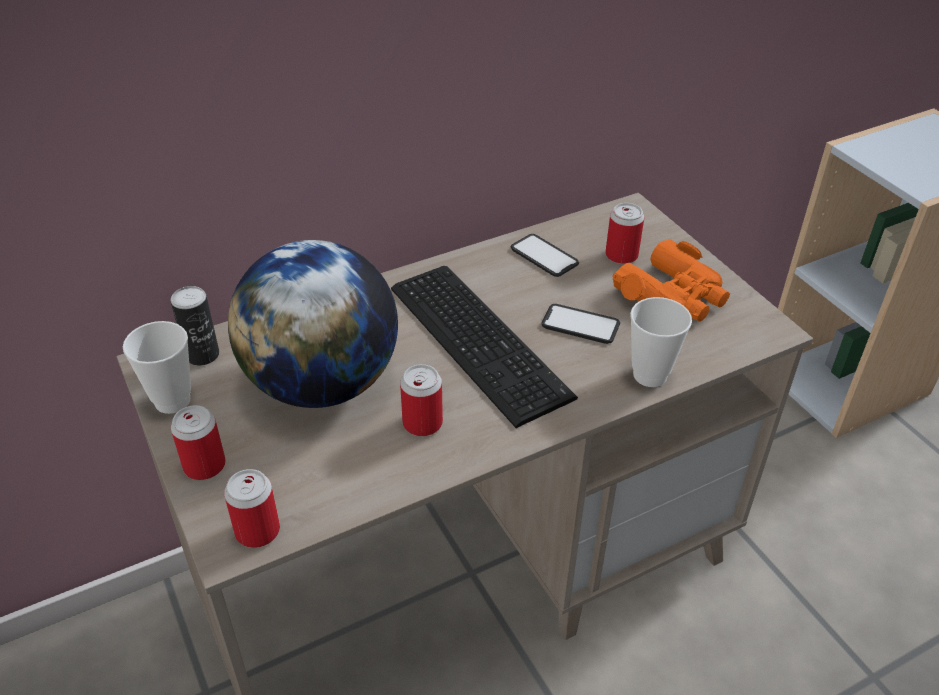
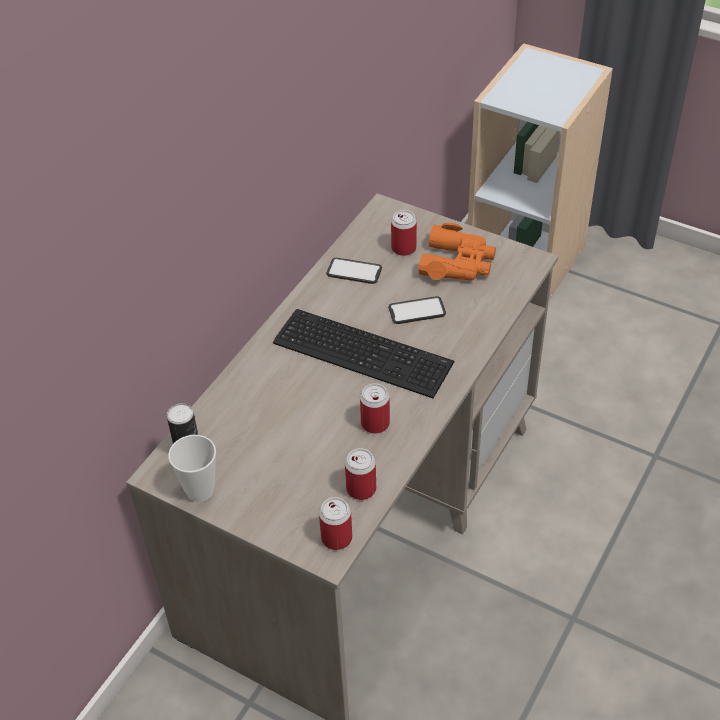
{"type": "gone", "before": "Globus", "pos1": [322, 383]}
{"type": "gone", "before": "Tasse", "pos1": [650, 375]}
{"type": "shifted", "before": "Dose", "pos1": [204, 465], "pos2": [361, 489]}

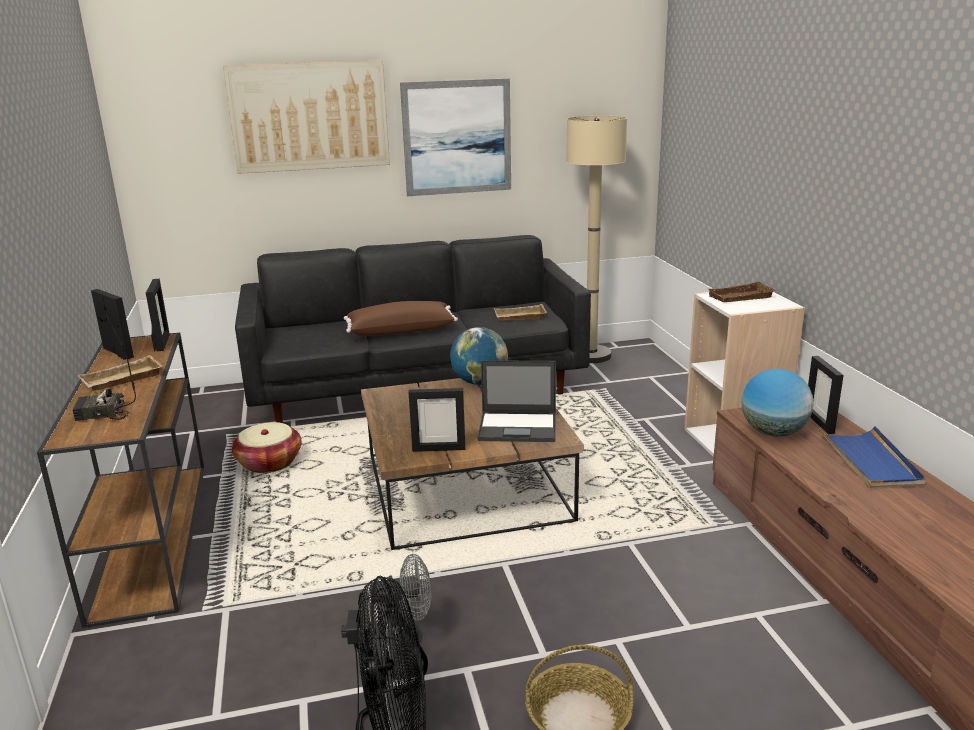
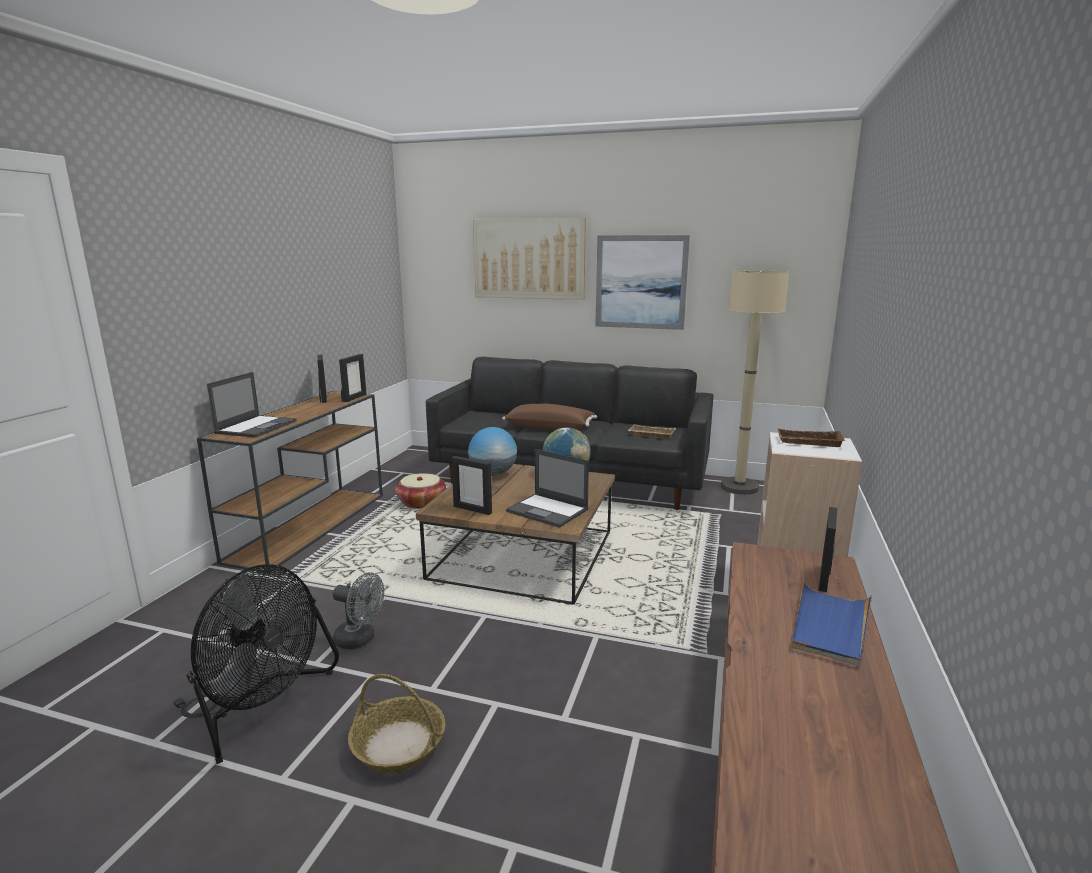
{"type": "swapped", "before": "Radio", "after": "Laptop", "pos1": [102, 414], "pos2": [257, 427]}
{"type": "gone", "before": "Tablett (beige)", "pos1": [122, 380]}
{"type": "shifted", "before": "Globus", "pos1": [773, 433], "pos2": [493, 474]}

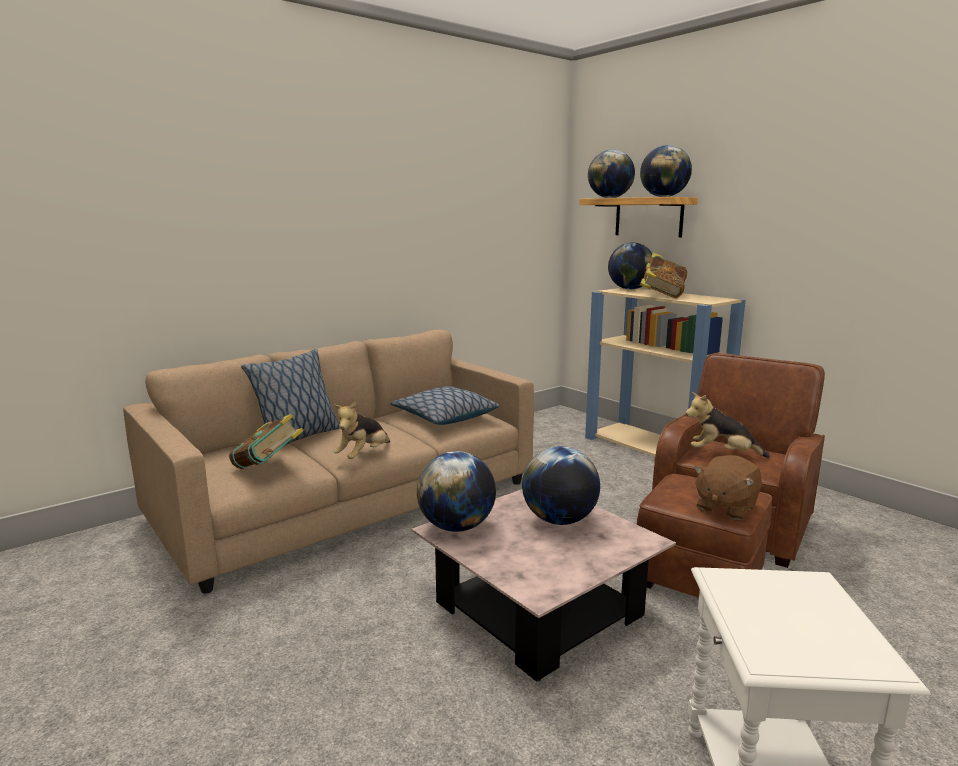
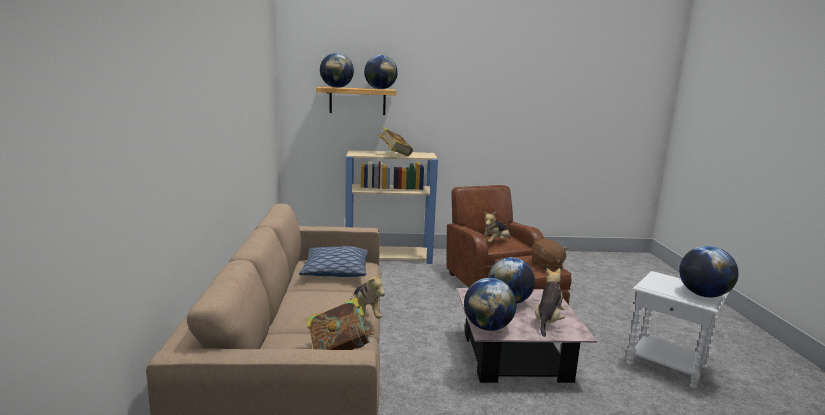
{"type": "shifted", "before": "Globus", "pos1": [630, 289], "pos2": [703, 295]}
{"type": "gone", "before": "Kissen", "pos1": [297, 438]}
{"type": "new", "after": "Plüschtier", "pos2": [548, 321]}

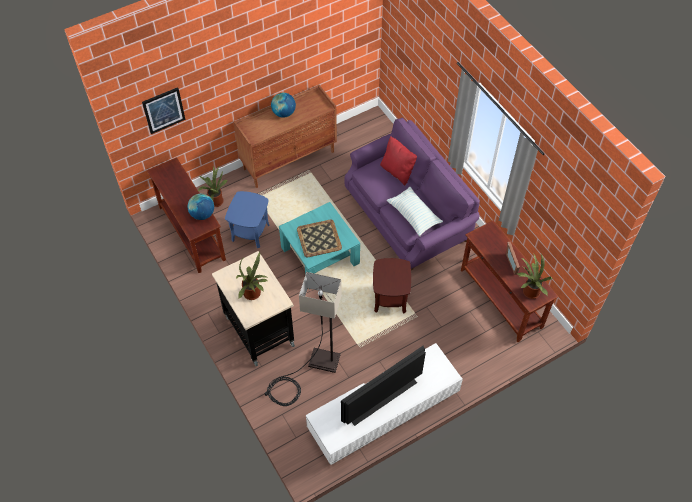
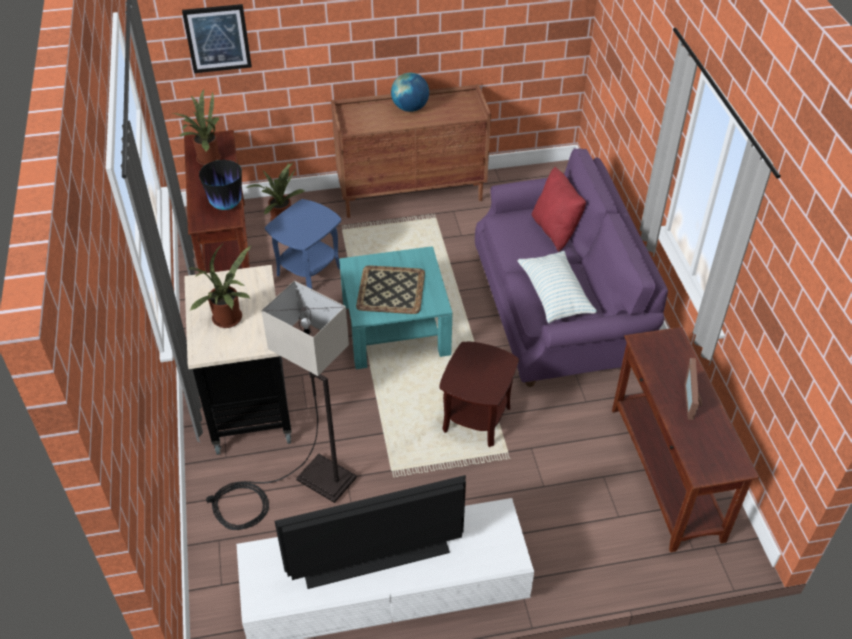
{"type": "swapped", "before": "Globus", "after": "Vase", "pos1": [202, 214], "pos2": [226, 205]}
{"type": "shifted", "before": "Topfpflanze", "pos1": [529, 292], "pos2": [206, 158]}

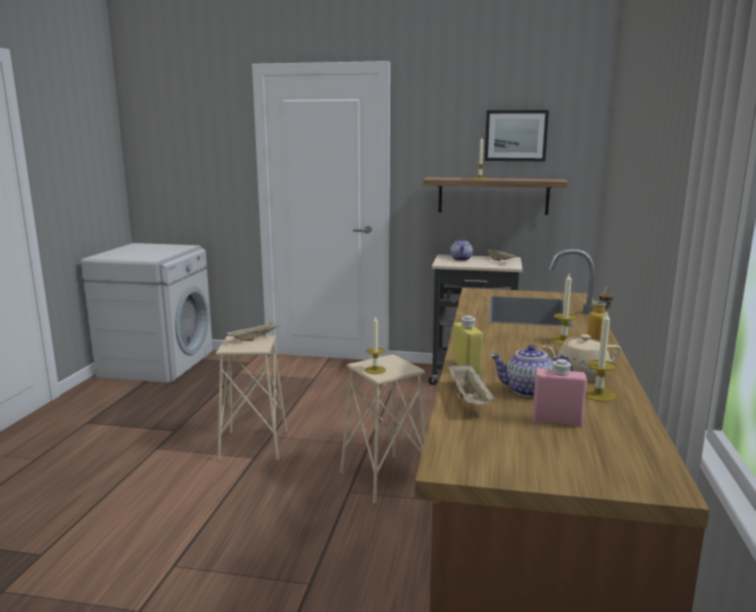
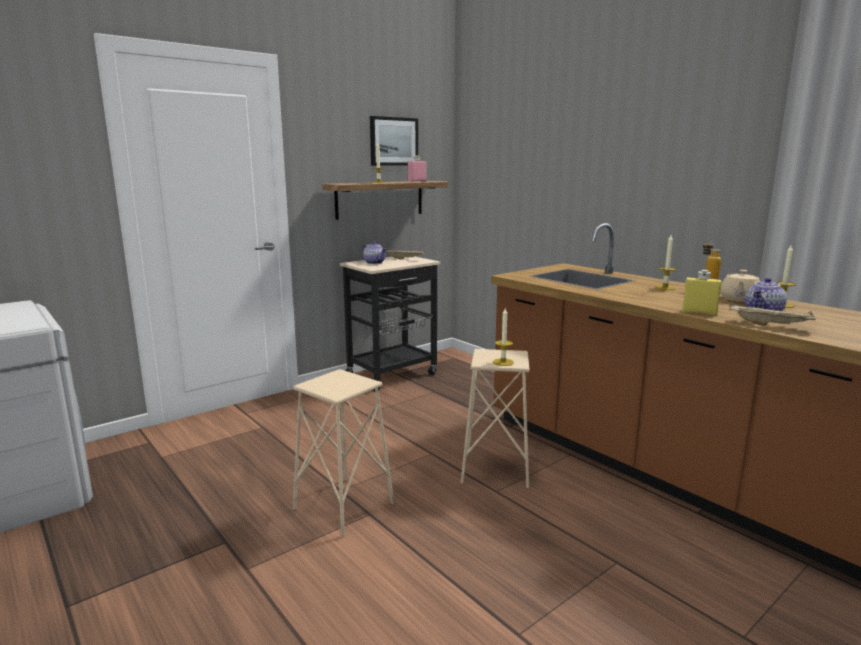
{"type": "gone", "before": "Tablett (beige)", "pos1": [254, 338]}
{"type": "shifted", "before": "Flasche (rosa)", "pos1": [557, 421], "pos2": [417, 181]}

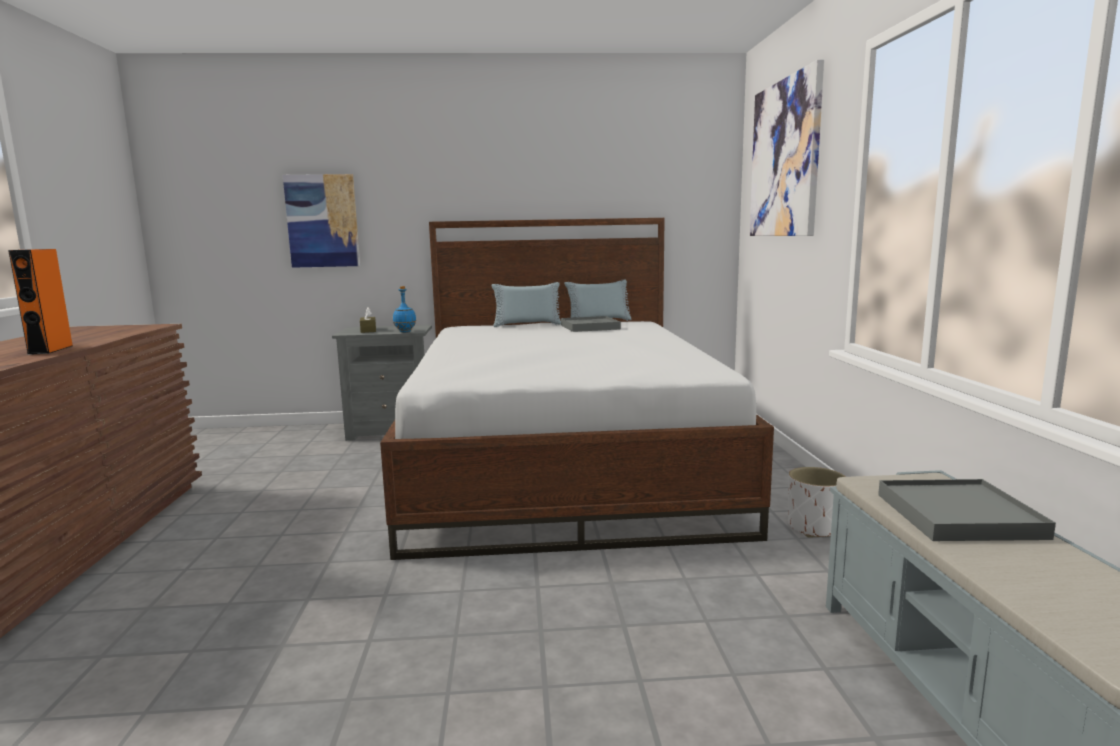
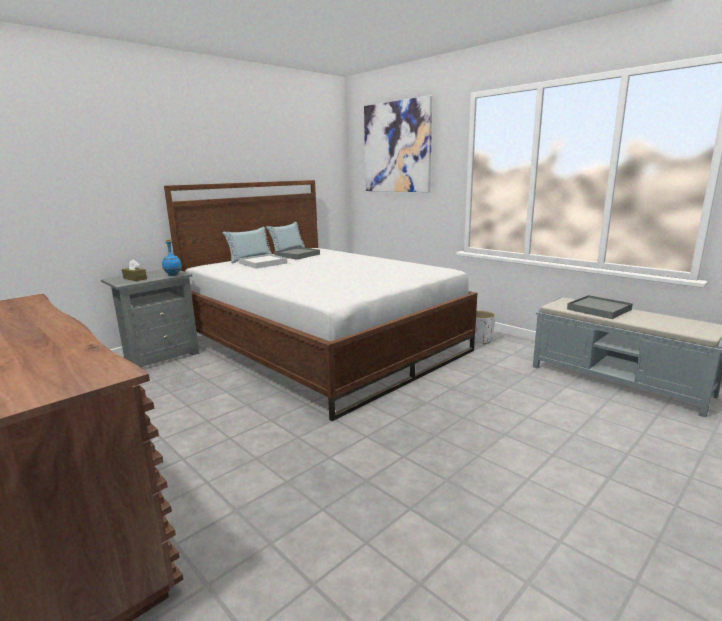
{"type": "gone", "before": "Bild", "pos1": [322, 221]}
{"type": "gone", "before": "Lautsprecher (orange)", "pos1": [50, 350]}
{"type": "new", "after": "Tablett (weiß)", "pos2": [263, 263]}

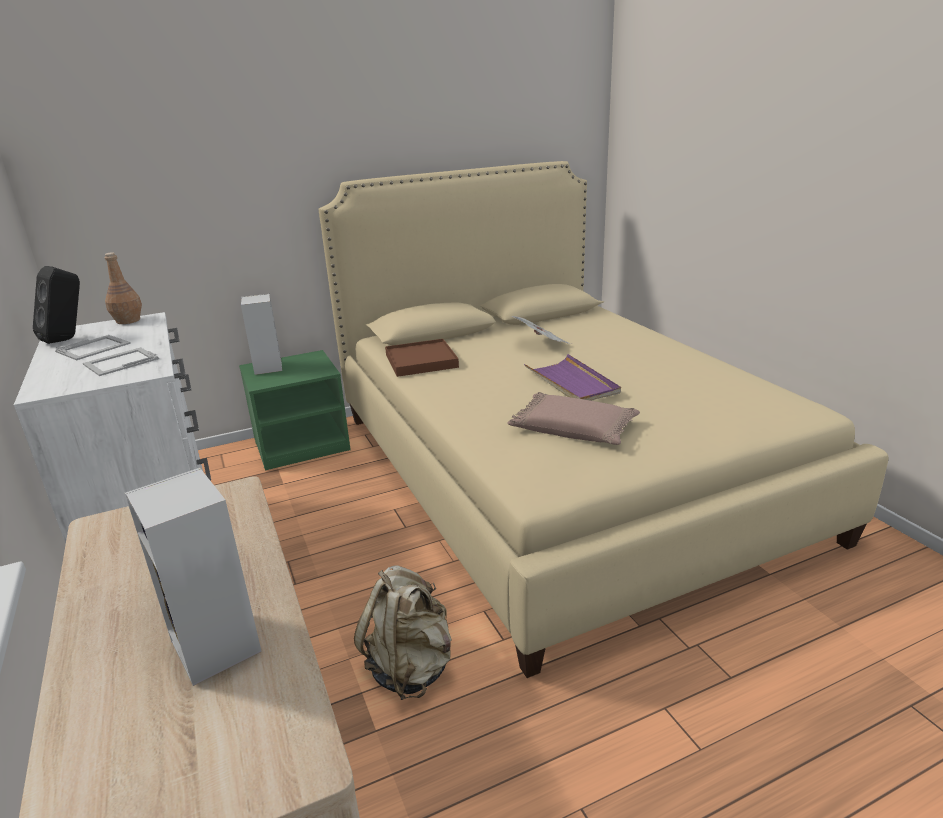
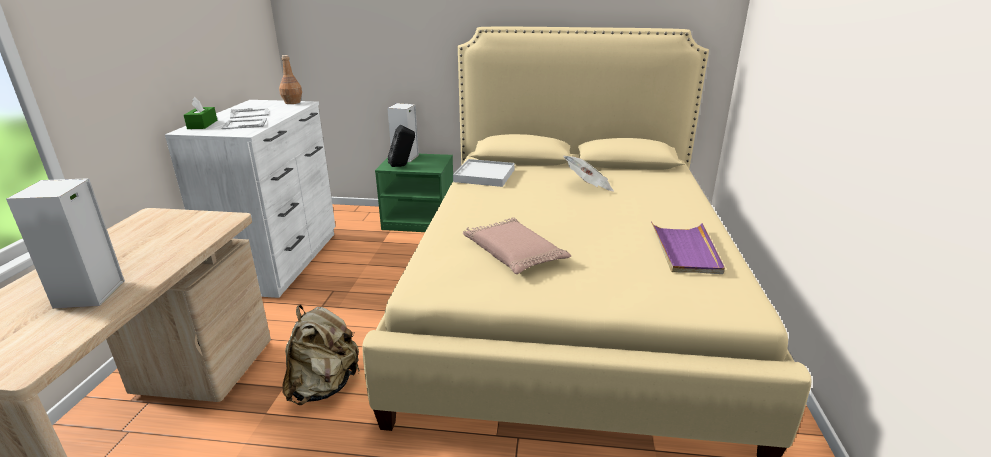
{"type": "shifted", "before": "Lautsprecher (schwarz)", "pos1": [68, 339], "pos2": [402, 166]}
{"type": "repainted", "before": "Tablett (braun)", "after": "Tablett (weiß)", "pos1": [421, 361], "pos2": [484, 175]}
{"type": "shifted", "before": "Tablett (lila)", "pos1": [572, 382], "pos2": [685, 250]}
{"type": "new", "after": "Taschentuchbox (grün)", "pos2": [202, 124]}

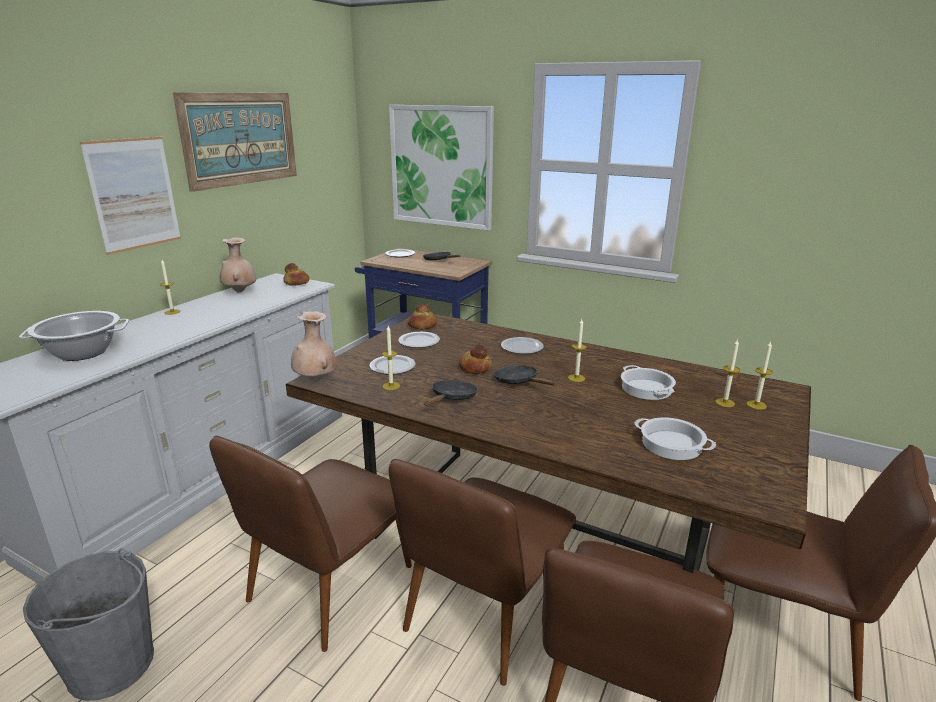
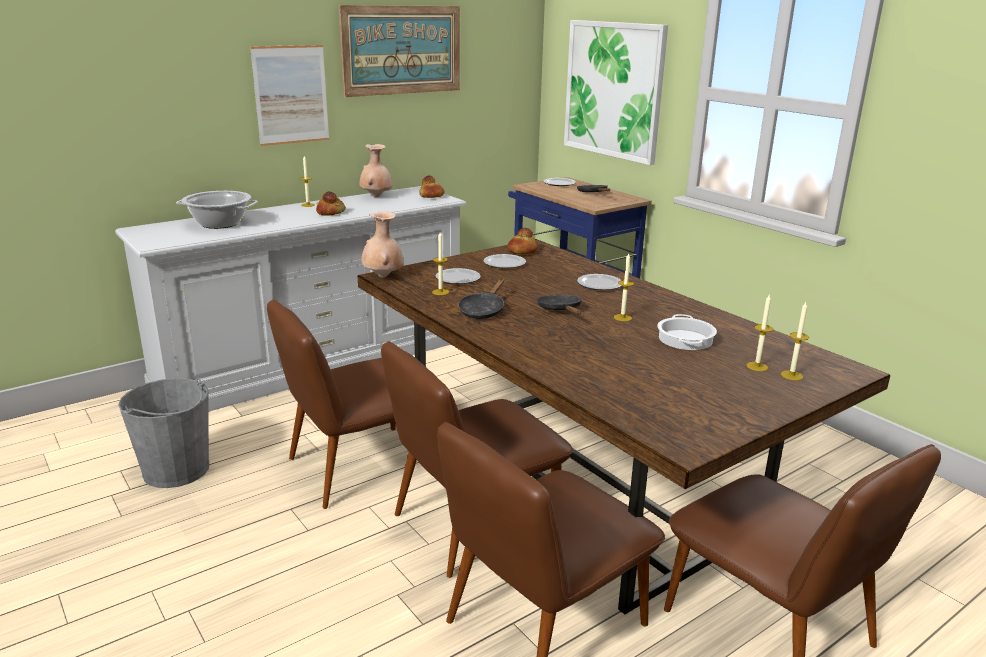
{"type": "shifted", "before": "Brot", "pos1": [475, 368], "pos2": [331, 212]}
{"type": "rotated", "before": "Pfanne (schwarz)", "pos1": [452, 398], "pos2": [483, 310], "turn": 150}
{"type": "gone", "before": "Kochtopf", "pos1": [671, 444]}

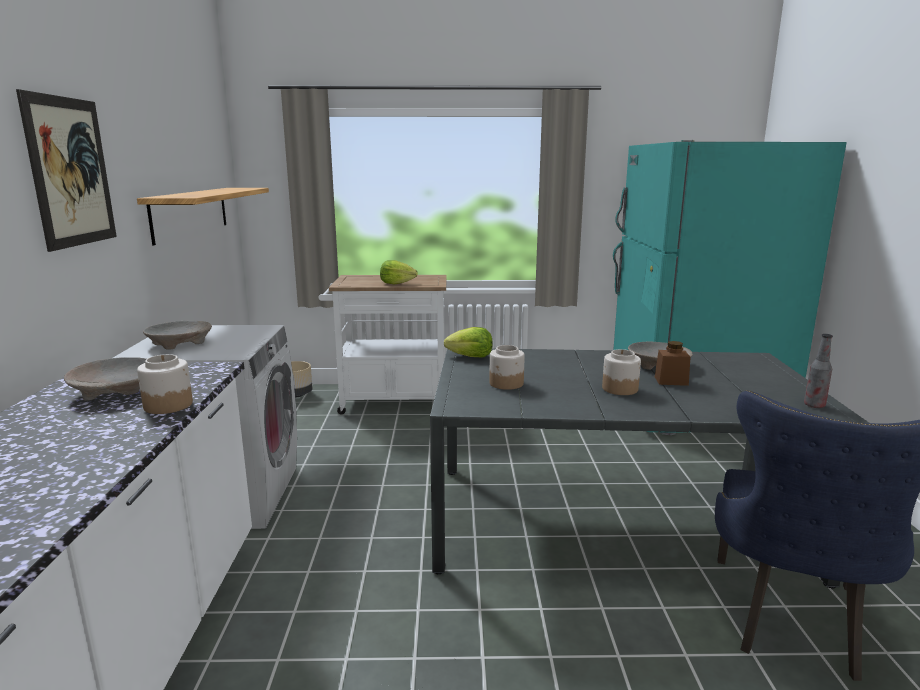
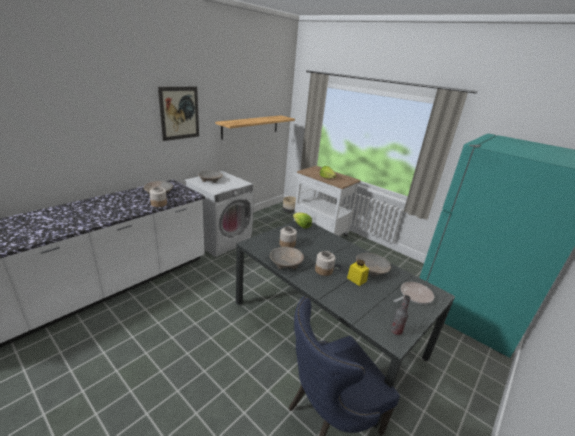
{"type": "repainted", "before": "Vorratsglas (braun)", "after": "Vorratsglas (gelb)", "pos1": [671, 381], "pos2": [356, 279]}
{"type": "new", "after": "Schüssel (beige)", "pos2": [285, 263]}
{"type": "new", "after": "Pfanne", "pos2": [414, 296]}

